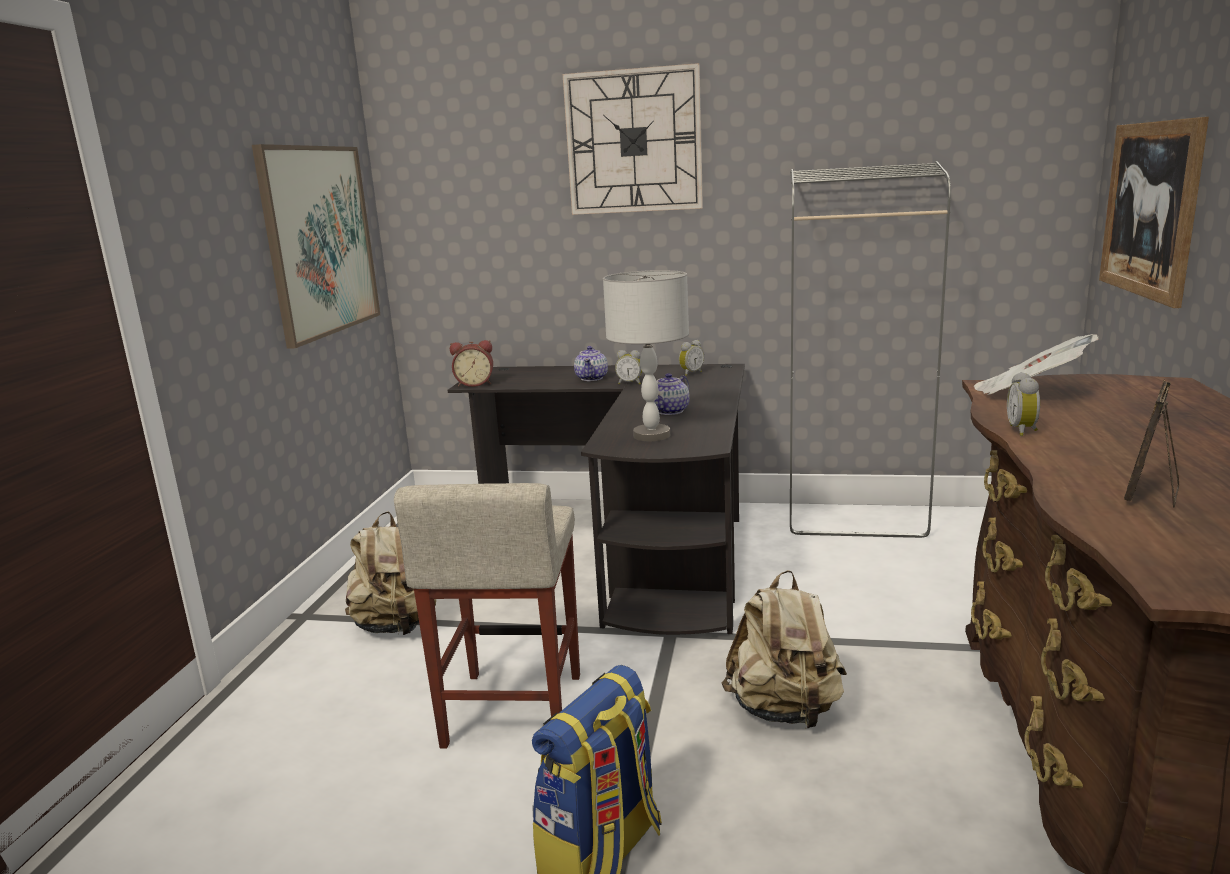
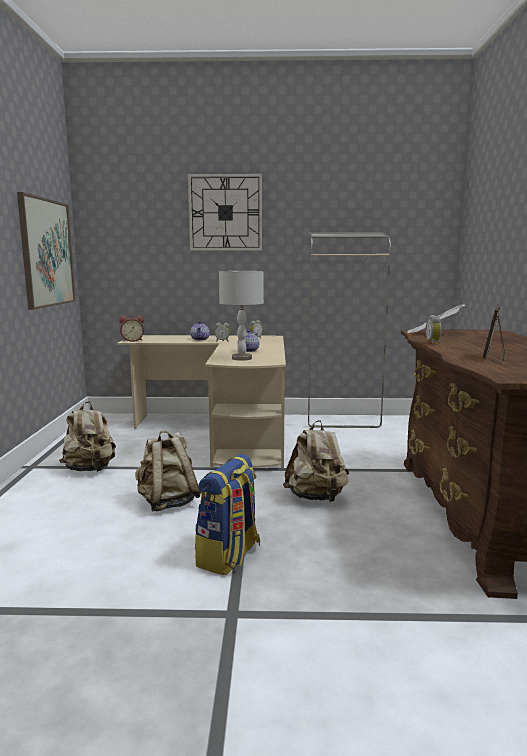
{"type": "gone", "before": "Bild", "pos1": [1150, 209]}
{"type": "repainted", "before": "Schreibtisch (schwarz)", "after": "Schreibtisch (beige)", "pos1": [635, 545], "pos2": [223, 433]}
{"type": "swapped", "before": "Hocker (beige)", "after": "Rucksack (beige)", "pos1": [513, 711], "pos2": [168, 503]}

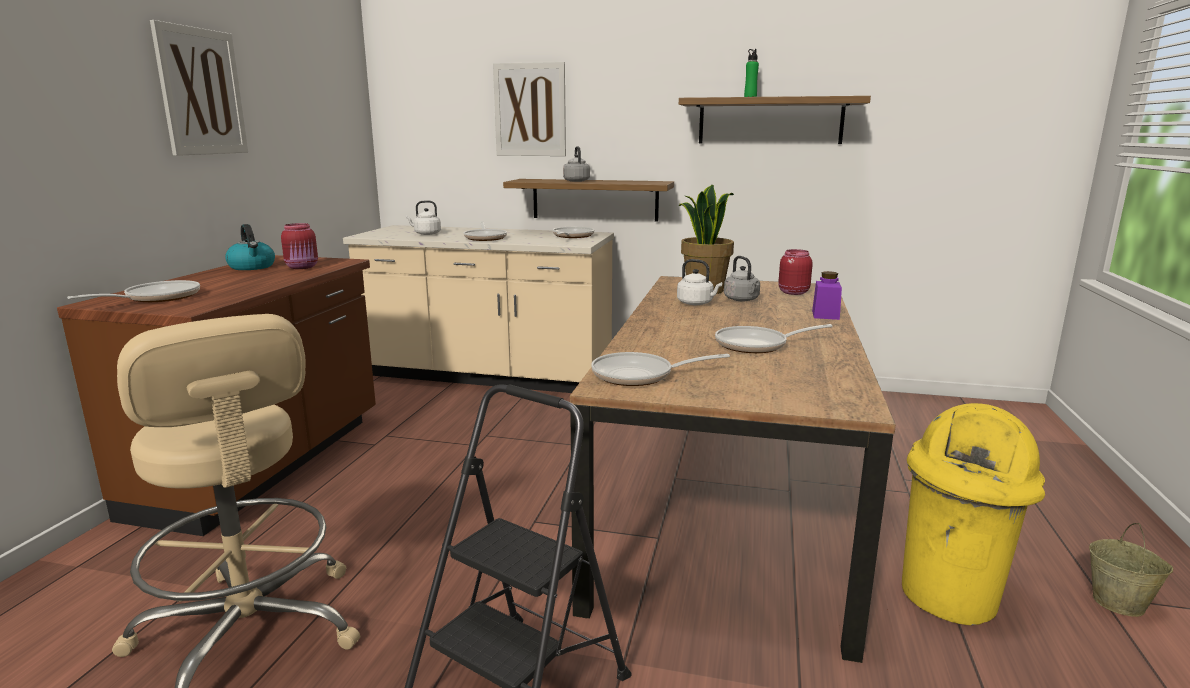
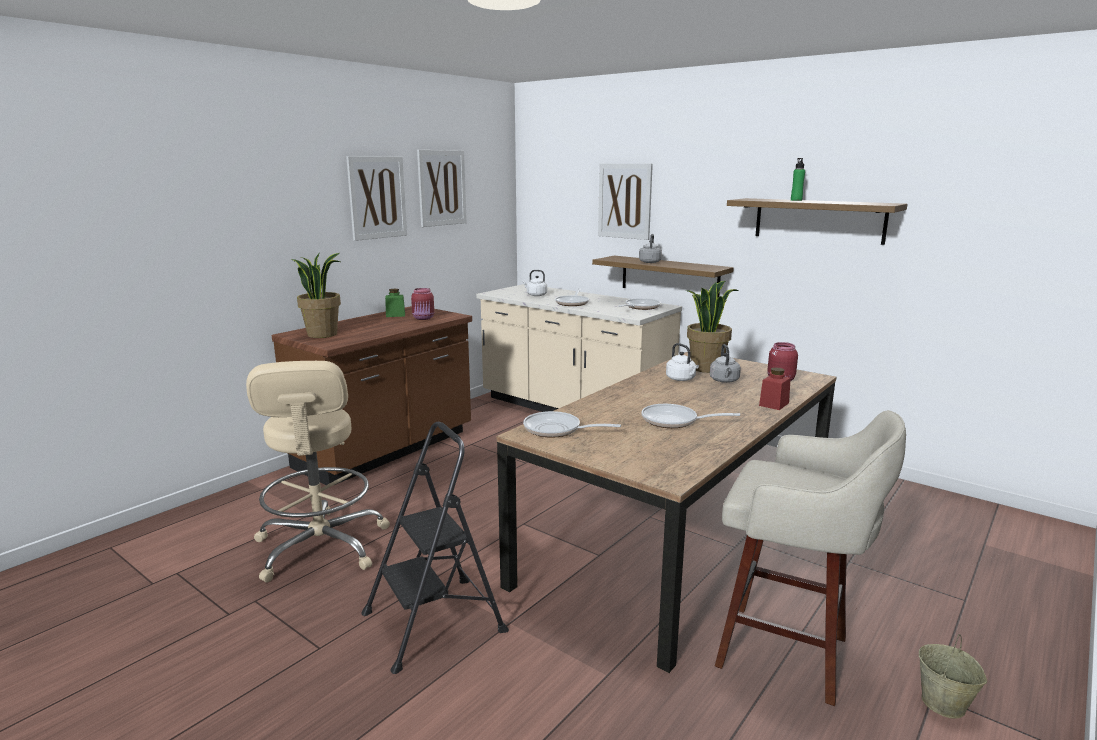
{"type": "swapped", "before": "Wasserkessel", "after": "Vorratsglas (grün)", "pos1": [252, 267], "pos2": [395, 315]}
{"type": "repainted", "before": "Vorratsglas (lila)", "after": "Vorratsglas (rot)", "pos1": [825, 315], "pos2": [774, 404]}
{"type": "swapped", "before": "Pfanne", "after": "Topfpflanze", "pos1": [157, 298], "pos2": [322, 334]}
{"type": "swapped", "before": "Mülleimer (gelb)", "after": "Hocker (beige)", "pos1": [951, 597], "pos2": [789, 655]}
{"type": "new", "after": "Bild", "pos2": [442, 188]}

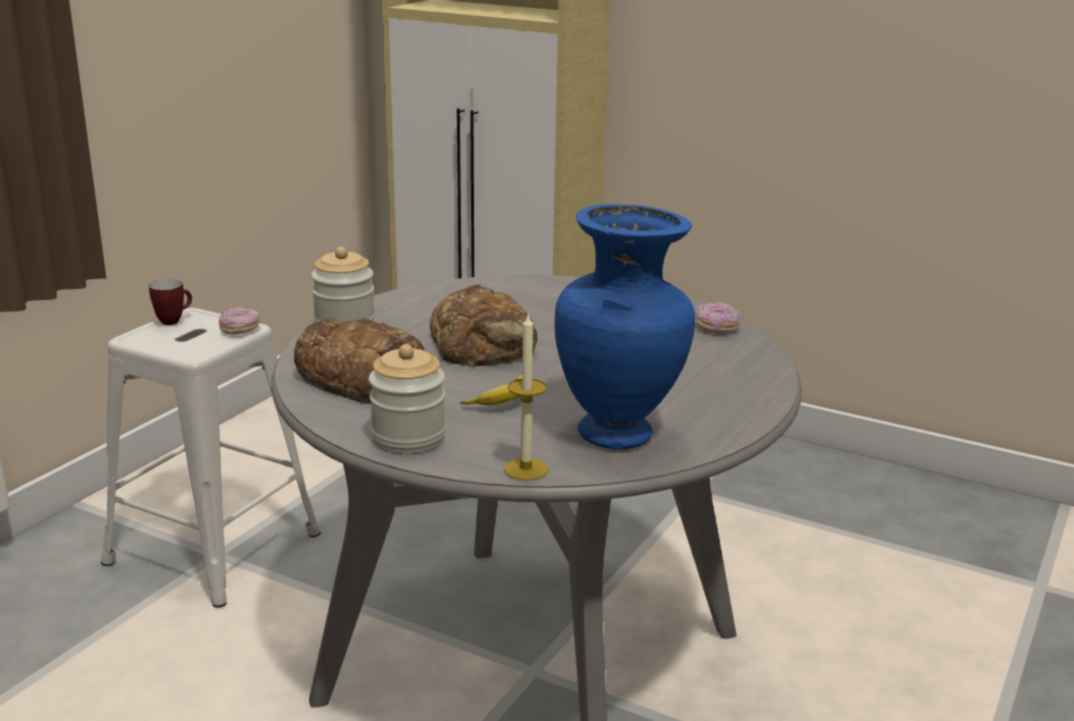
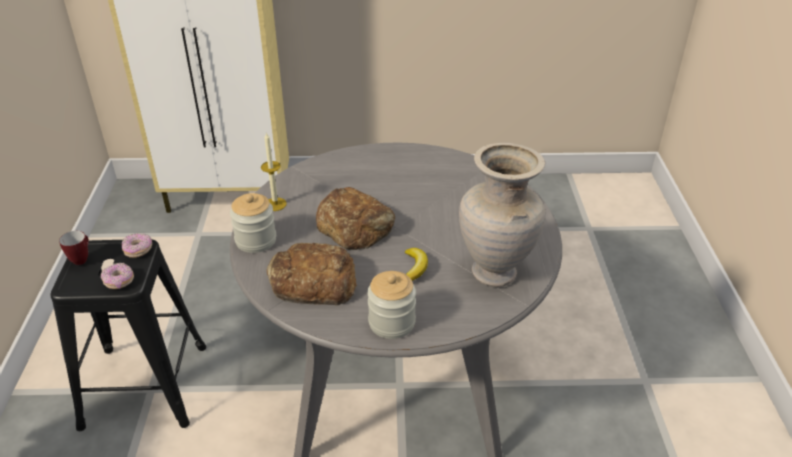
{"type": "repainted", "before": "Vase (blau)", "after": "Vase (beige)", "pos1": [619, 435], "pos2": [495, 273]}
{"type": "shifted", "before": "Donut", "pos1": [717, 328], "pos2": [119, 281]}
{"type": "repainted", "before": "Hocker (weiß)", "after": "Hocker (schwarz)", "pos1": [213, 548], "pos2": [144, 385]}
{"type": "shifted", "before": "Kerze", "pos1": [526, 469], "pos2": [275, 204]}

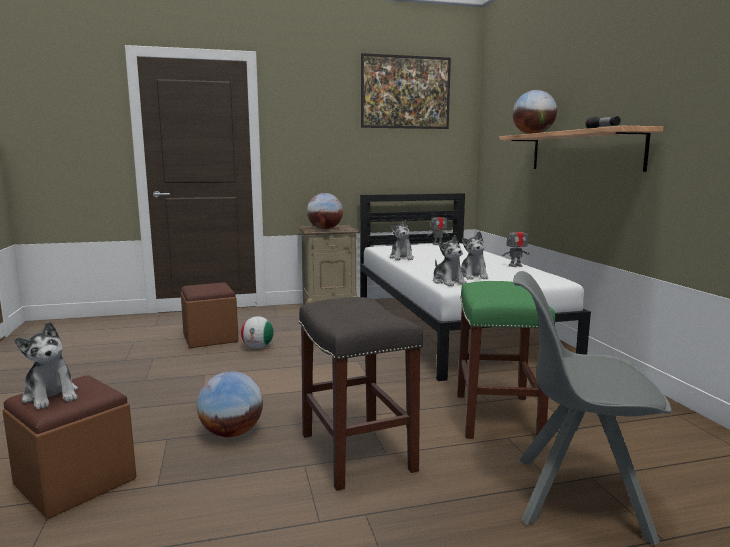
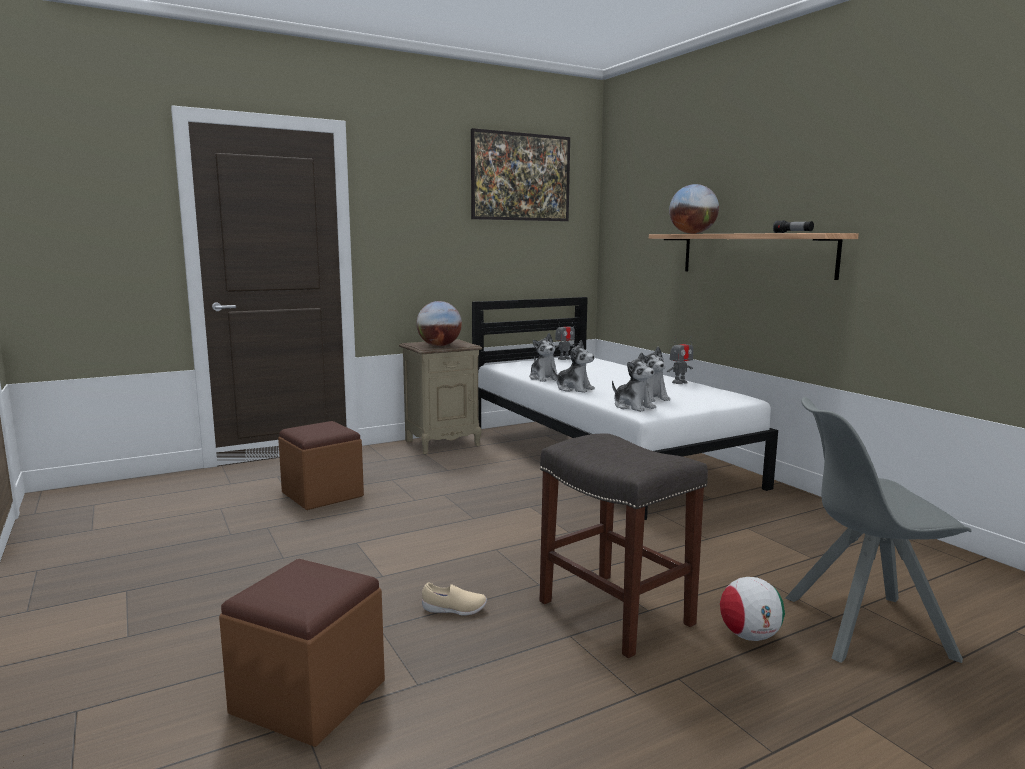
{"type": "gone", "before": "Hocker (grün)", "pos1": [498, 417]}
{"type": "shifted", "before": "Fußball", "pos1": [257, 347], "pos2": [749, 636]}
{"type": "shifted", "before": "Plüschtier", "pos1": [51, 396], "pos2": [574, 389]}
{"type": "swapped", "before": "Globus", "after": "Schuh (beige)", "pos1": [231, 433], "pos2": [454, 610]}

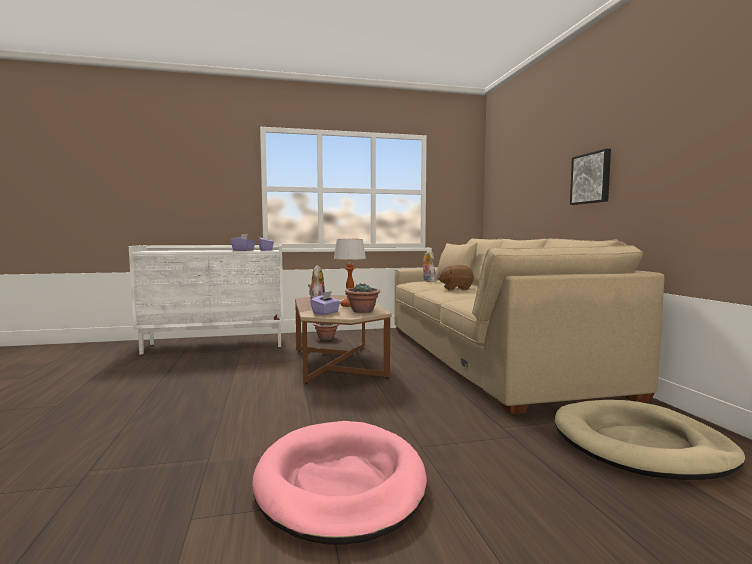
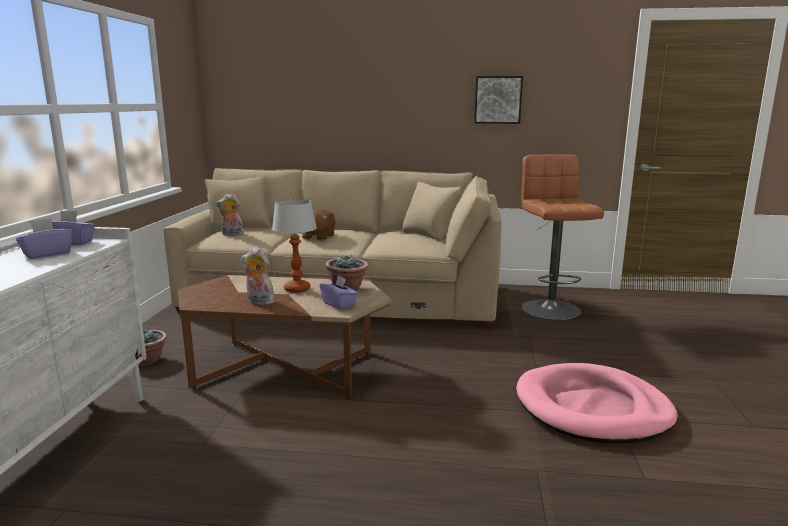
{"type": "shifted", "before": "Bild", "pos1": [591, 178], "pos2": [498, 100]}
{"type": "swapped", "before": "Hundebett (beige)", "after": "Hocker (braun)", "pos1": [641, 445], "pos2": [551, 309]}

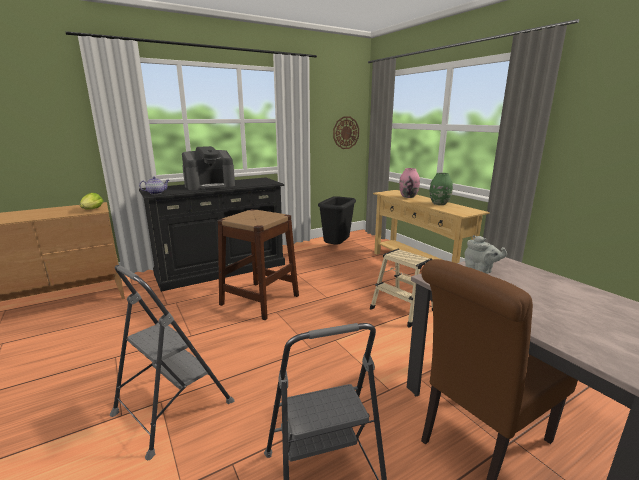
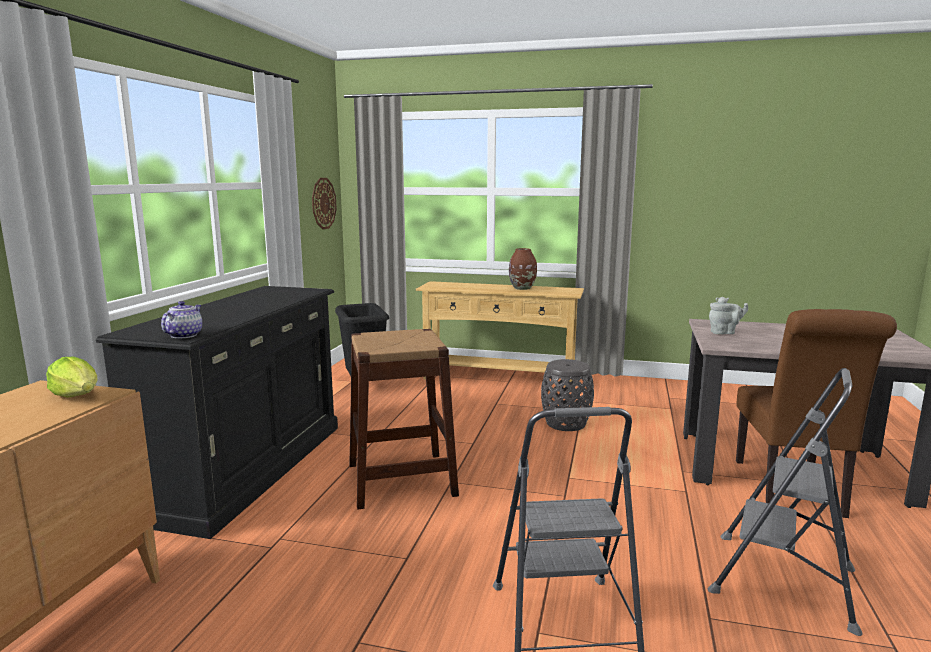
{"type": "gone", "before": "Kaffeemaschine", "pos1": [210, 185]}
{"type": "gone", "before": "Vase (rosa)", "pos1": [408, 196]}
{"type": "repainted", "before": "Vase (grün)", "after": "Vase (braun)", "pos1": [439, 204], "pos2": [522, 288]}
{"type": "swapped", "before": "Trittleiter (beige)", "after": "Hocker (grau)", "pos1": [403, 309], "pos2": [566, 423]}

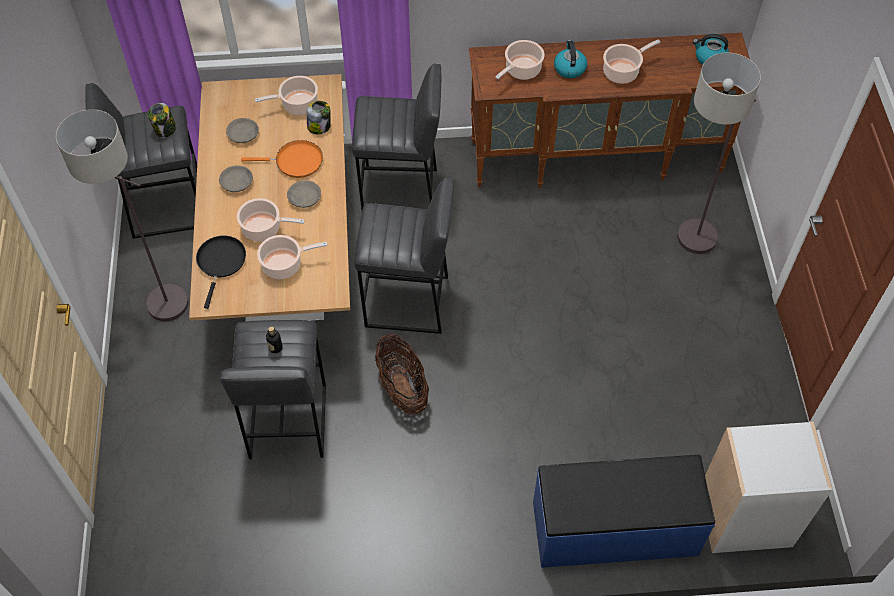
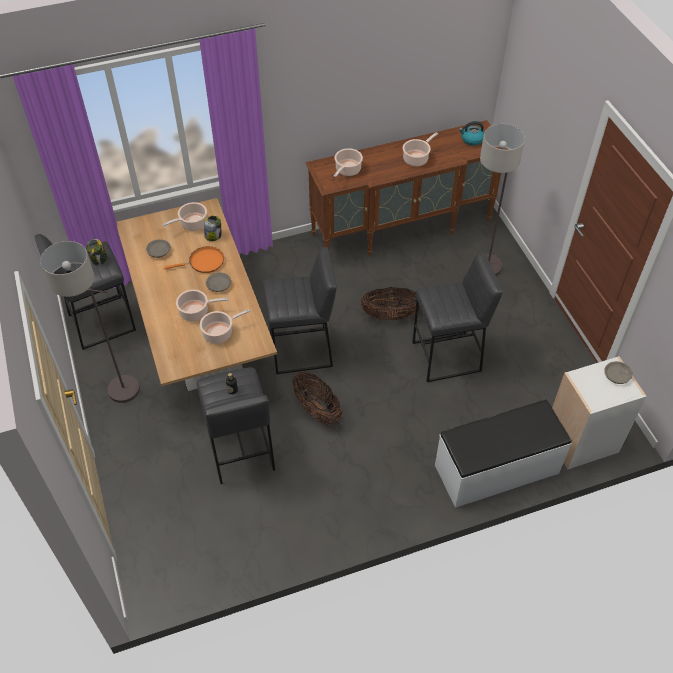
{"type": "gone", "before": "Wasserkessel", "pos1": [569, 68]}
{"type": "shifted", "before": "Hocker (grau)", "pos1": [401, 193], "pos2": [447, 356]}
{"type": "shifted", "before": "Schüssel (grau)", "pos1": [237, 183], "pos2": [617, 375]}
{"type": "gone", "before": "Pfanne (schwarz)", "pos1": [221, 262]}
{"type": "repainted", "before": "Bank (blau)", "after": "Bank (weiß)", "pos1": [614, 529], "pos2": [497, 470]}
{"type": "new", "after": "Korb", "pos2": [390, 315]}

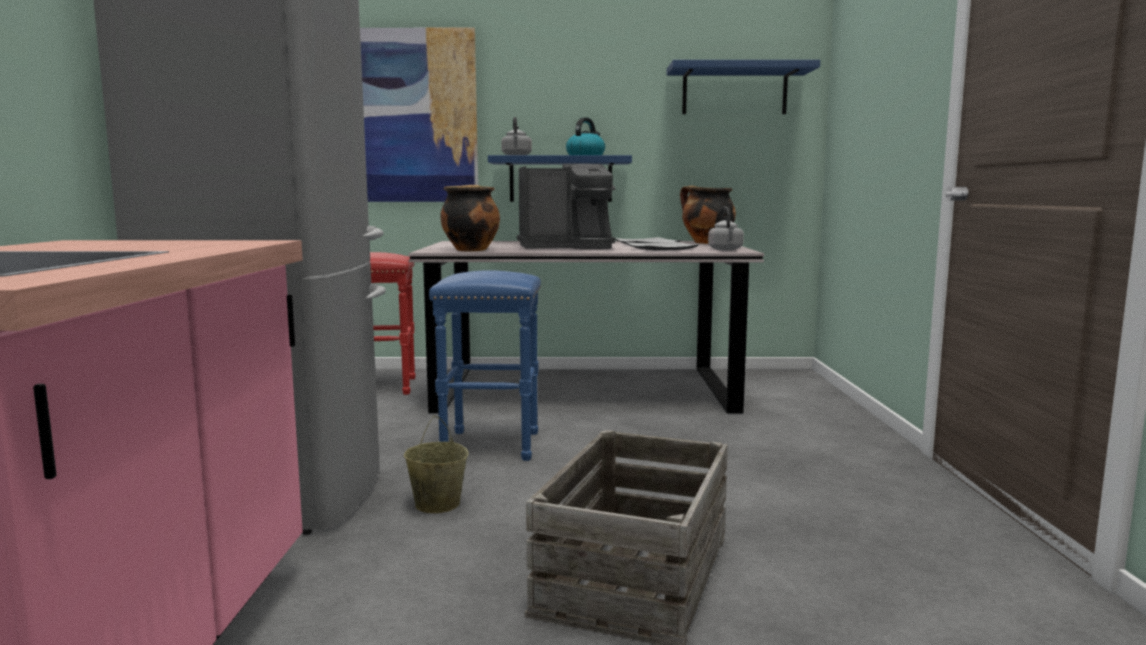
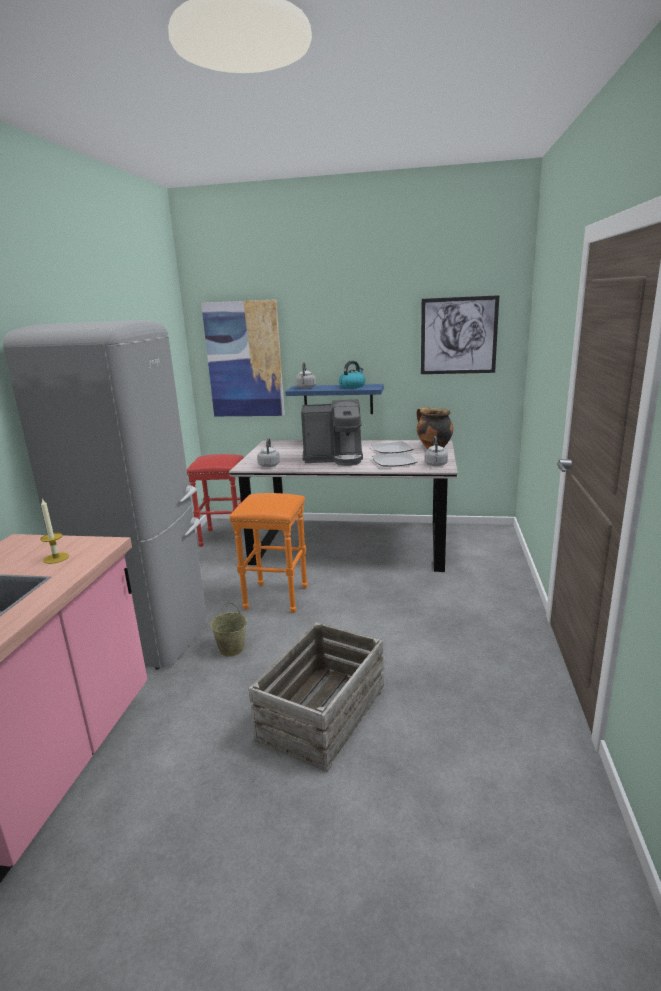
{"type": "swapped", "before": "Wandregal (blau)", "after": "Bild", "pos1": [734, 91], "pos2": [458, 336]}
{"type": "swapped", "before": "Kochtopf", "after": "Wasserkessel (grau)", "pos1": [470, 250], "pos2": [269, 465]}
{"type": "repainted", "before": "Hocker (blau)", "after": "Hocker (orange)", "pos1": [488, 446], "pos2": [274, 598]}
{"type": "new", "after": "Kerze", "pos2": [56, 558]}

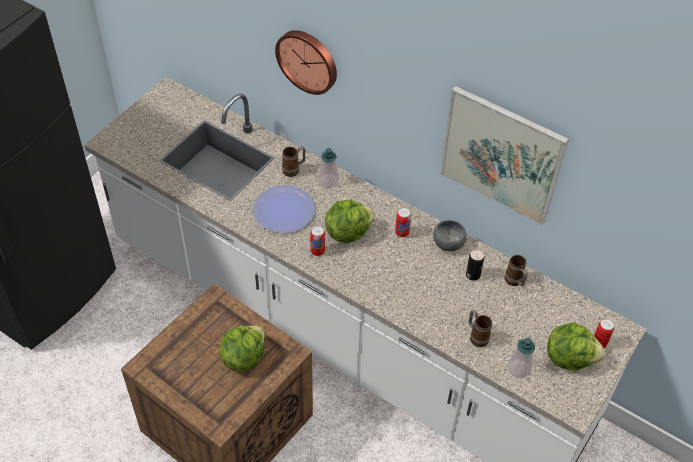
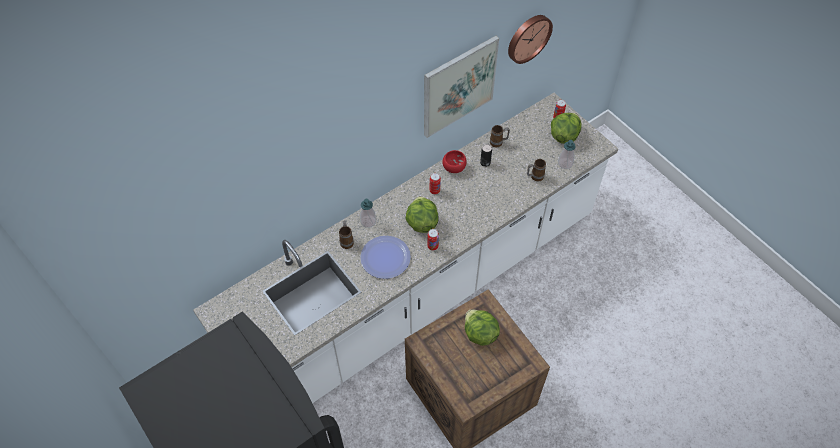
{"type": "shifted", "before": "Wanduhr", "pos1": [308, 60], "pos2": [528, 37]}
{"type": "repainted", "before": "Schüssel (grau)", "after": "Schüssel (rot)", "pos1": [447, 244], "pos2": [454, 168]}

